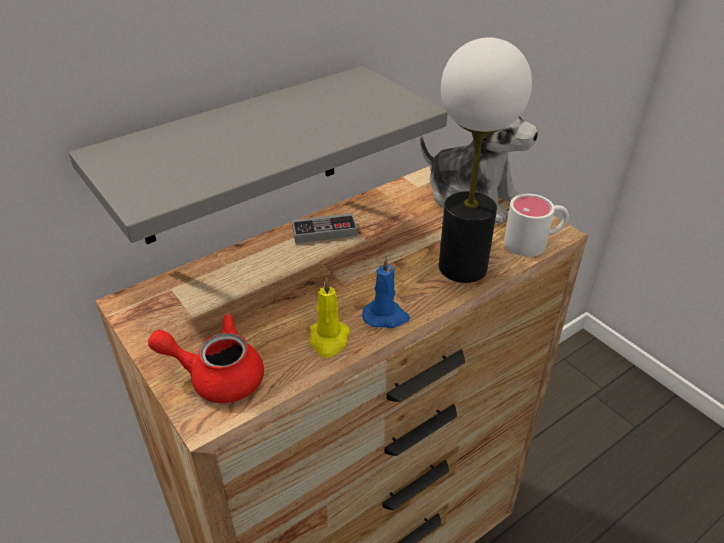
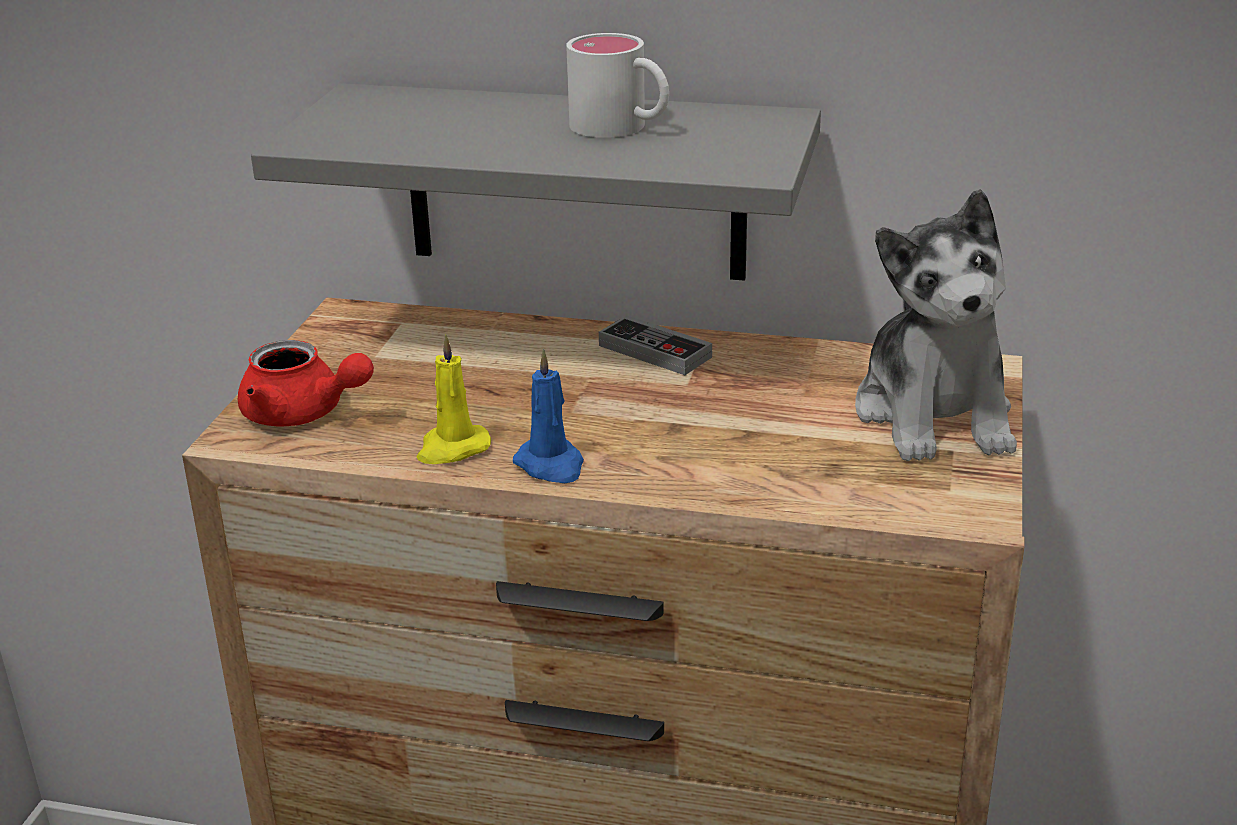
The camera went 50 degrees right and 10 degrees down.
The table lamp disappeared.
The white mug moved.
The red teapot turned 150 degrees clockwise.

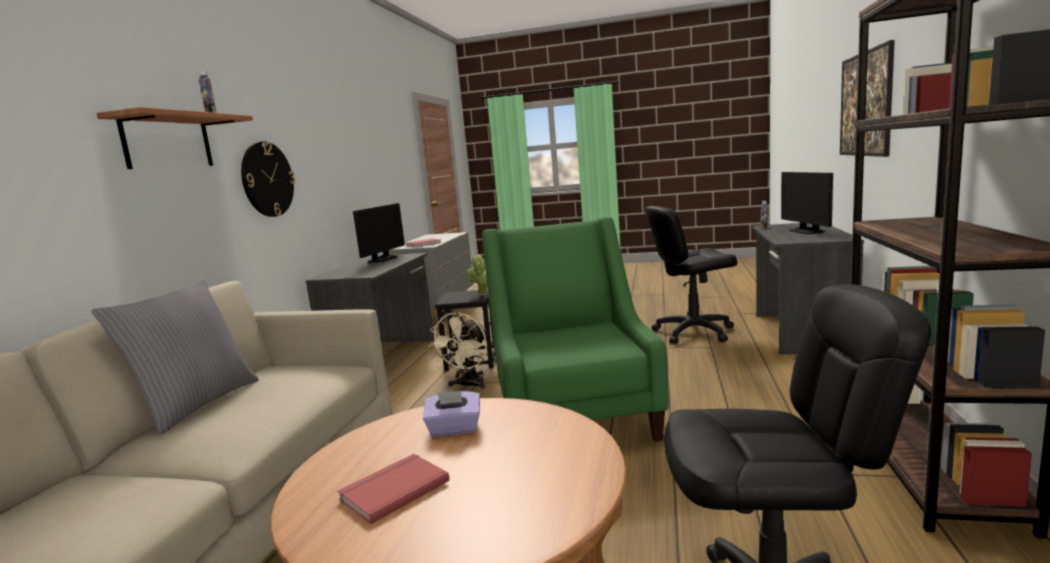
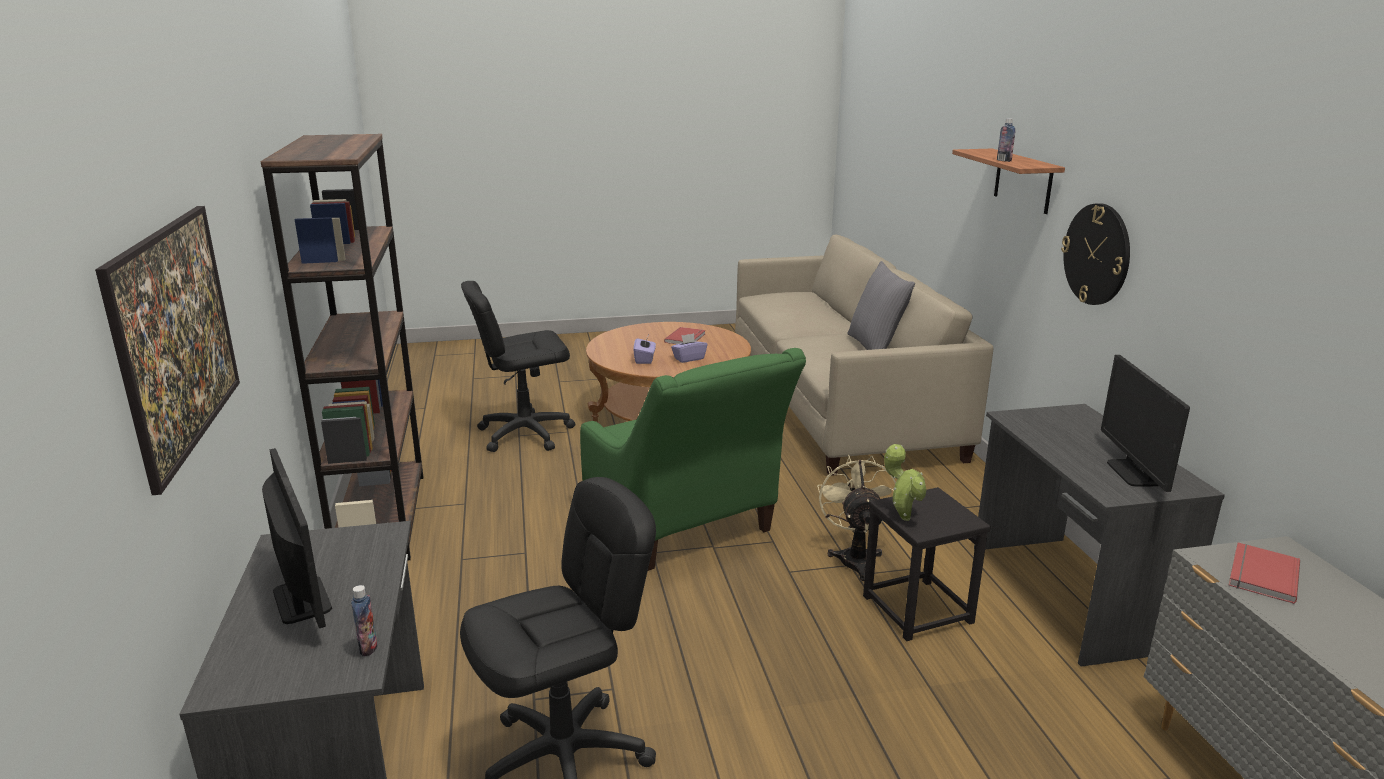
The camera went 155 degrees right and 10 degrees up.
The purple tissue box (1st from left) appeared.

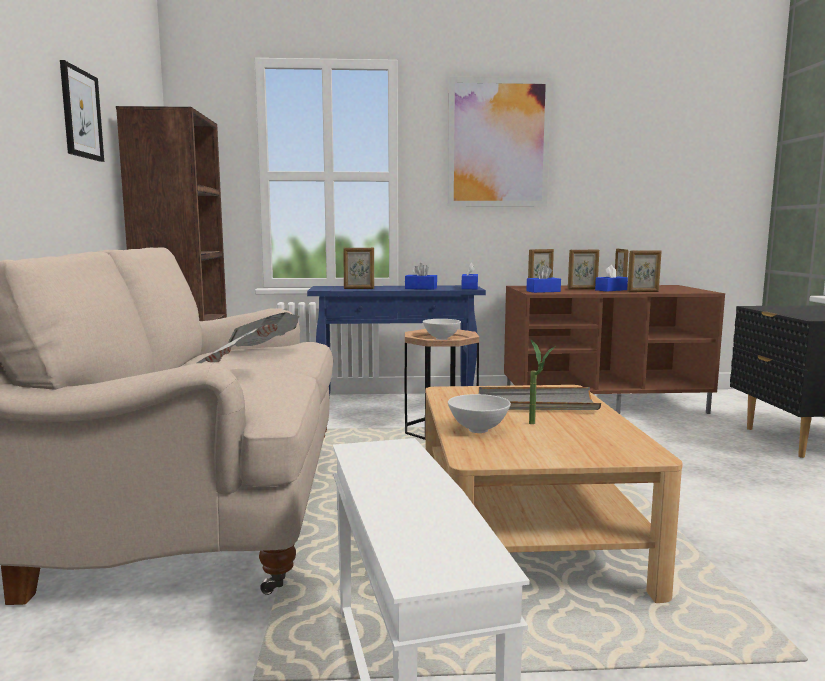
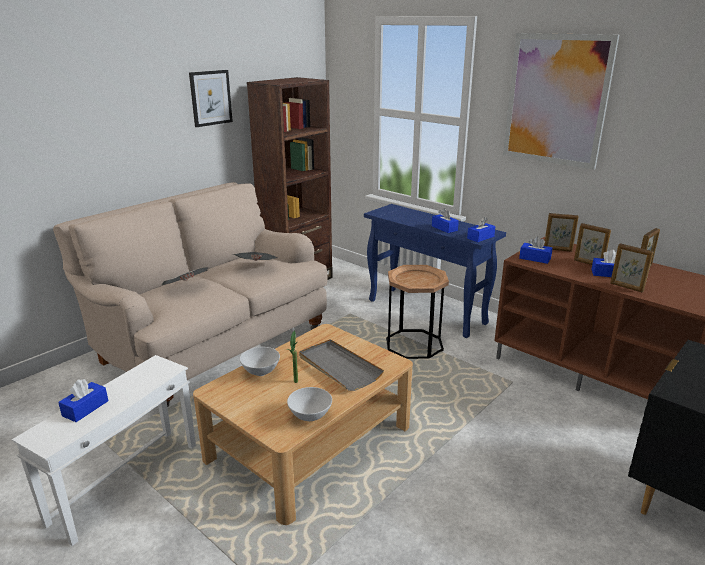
The camera went 45 degrees right and 15 degrees up.
The picture frame (1st from left) disappeared.
The white bowl (1st from left in the first image) moved.
The blue tissue box (1st from left) appeared.

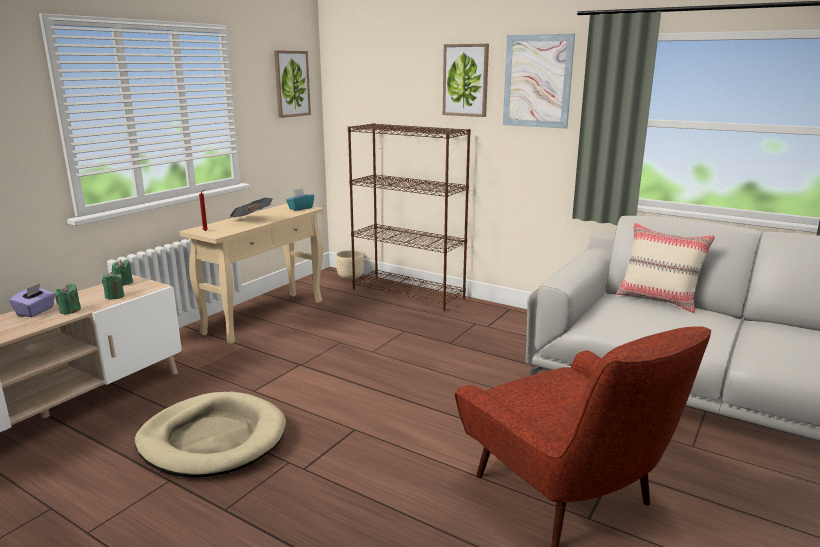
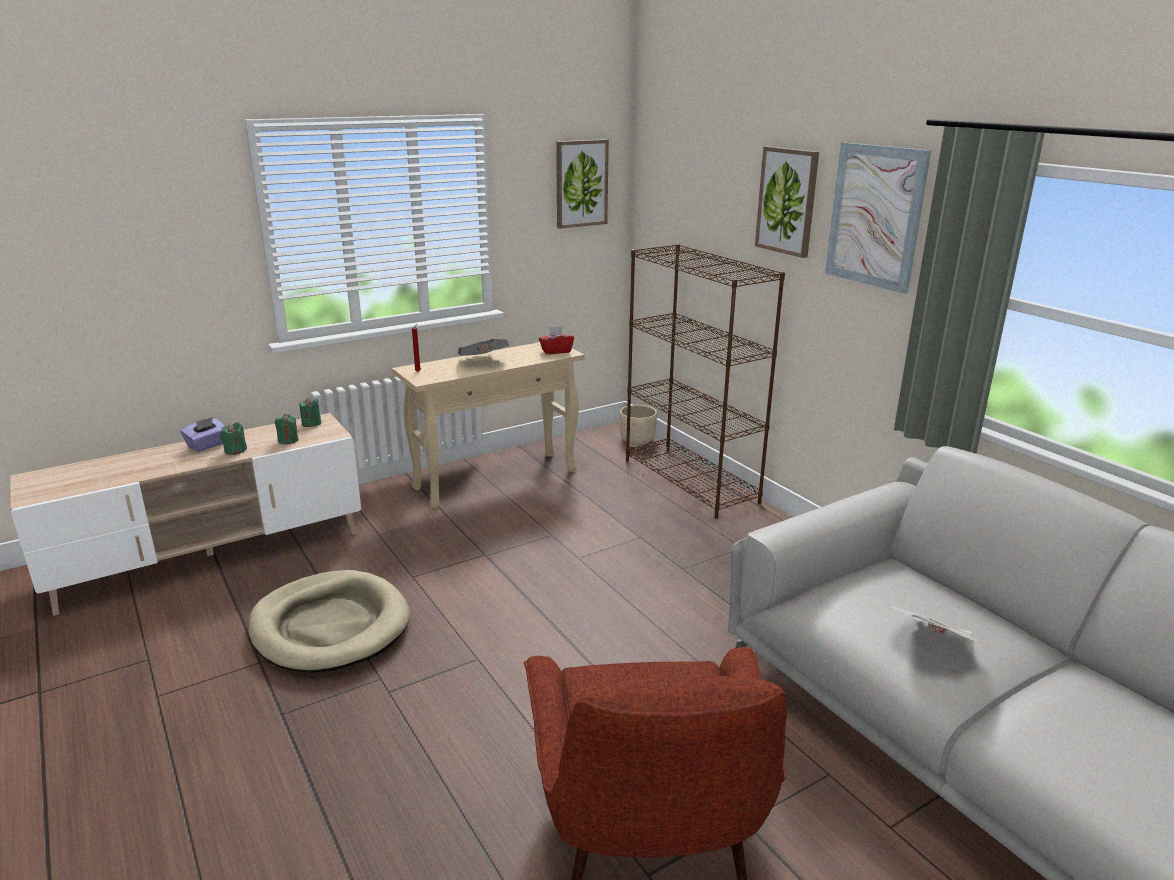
The camera went 25 degrees right and 5 degrees up.
The turquoise tissue box became the red tissue box.
The beige pillow disappeared.
The newspaper (2nd from left) appeared.

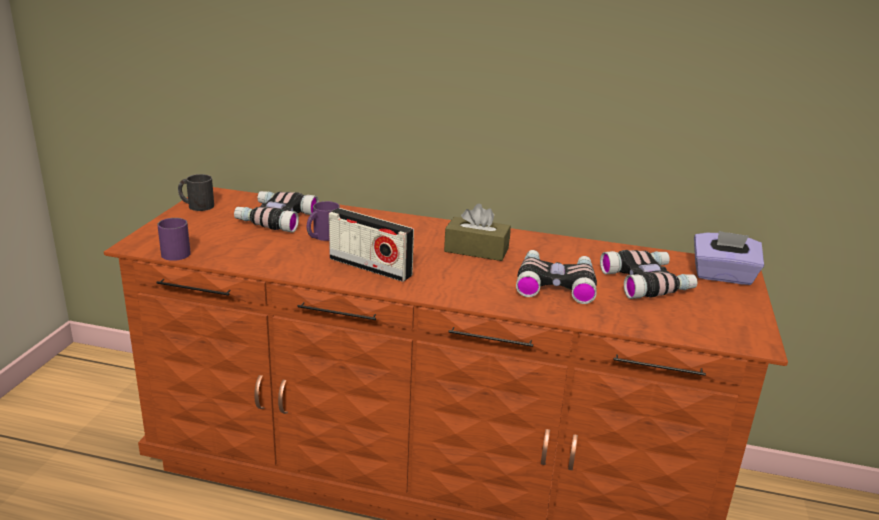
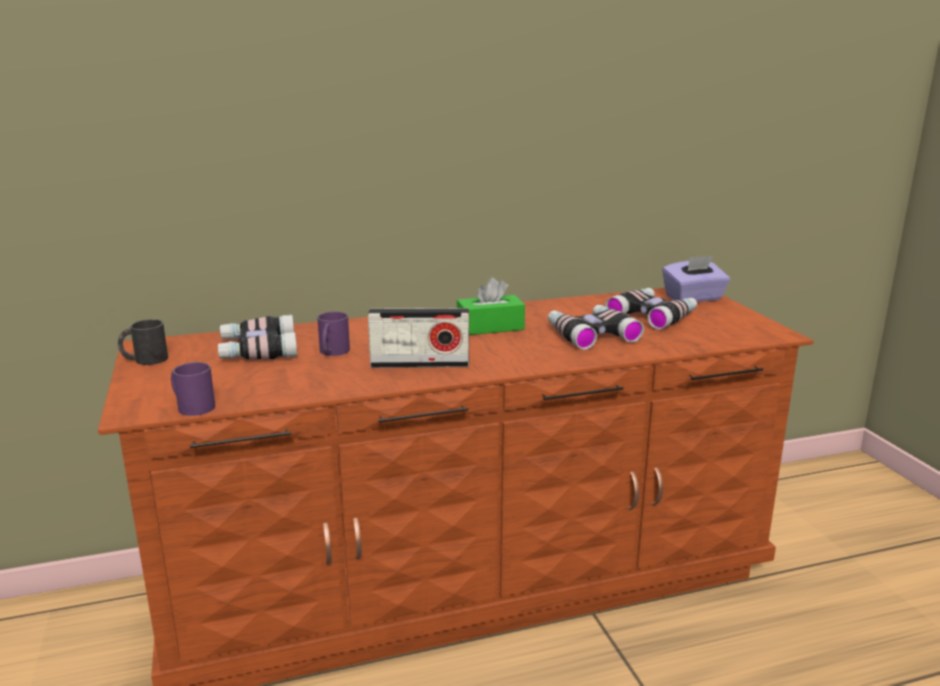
The camera went 30 degrees left and 5 degrees down.
The brown tissue box became the green tissue box.

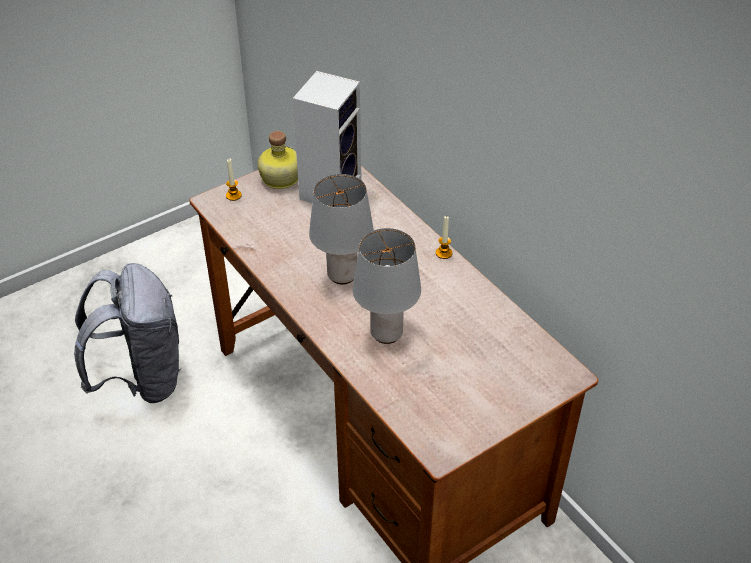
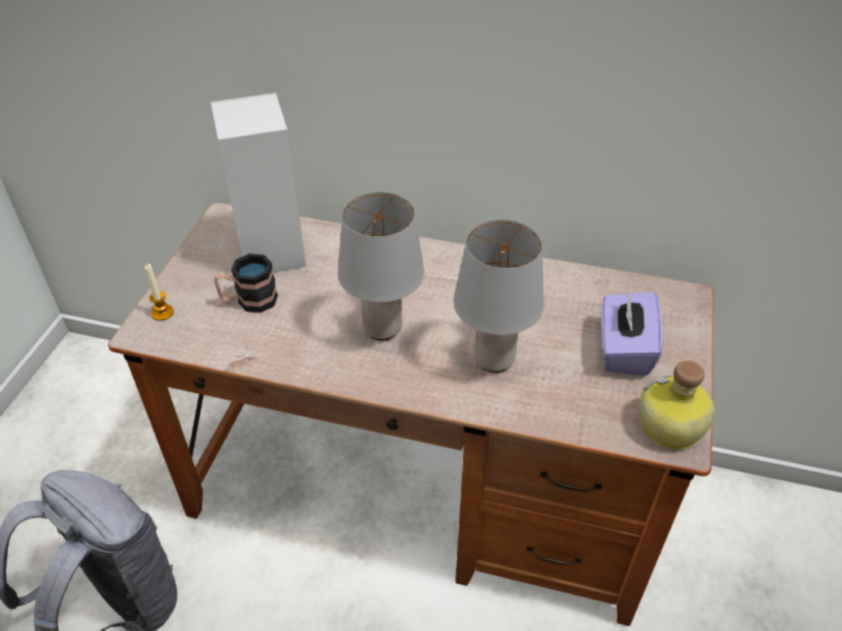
The camera went 40 degrees left and 0 degrees up.
The bottle moved.
The candle (2nd from left) disappeared.
The mug appeared.
The purple tissue box appeared.

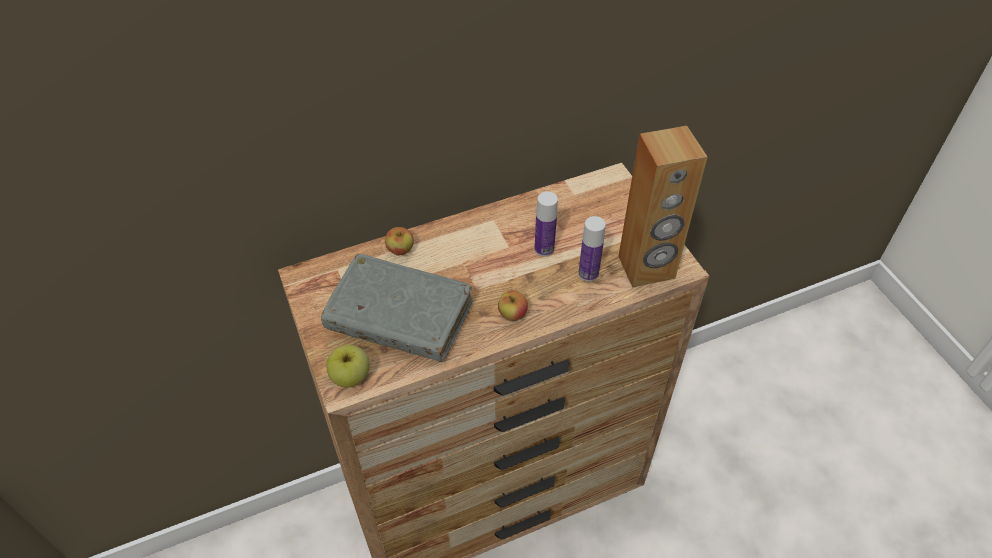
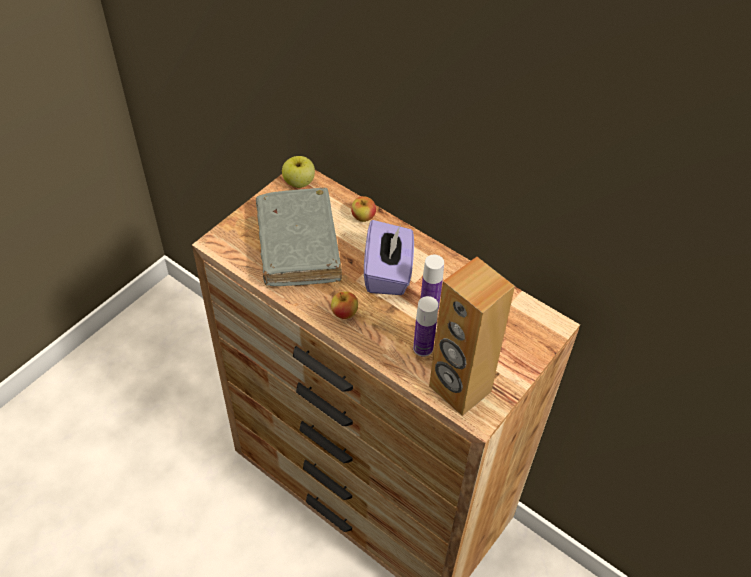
The camera went 60 degrees right and 0 degrees up.
The apple (1st from left) moved.
The purple tissue box appeared.

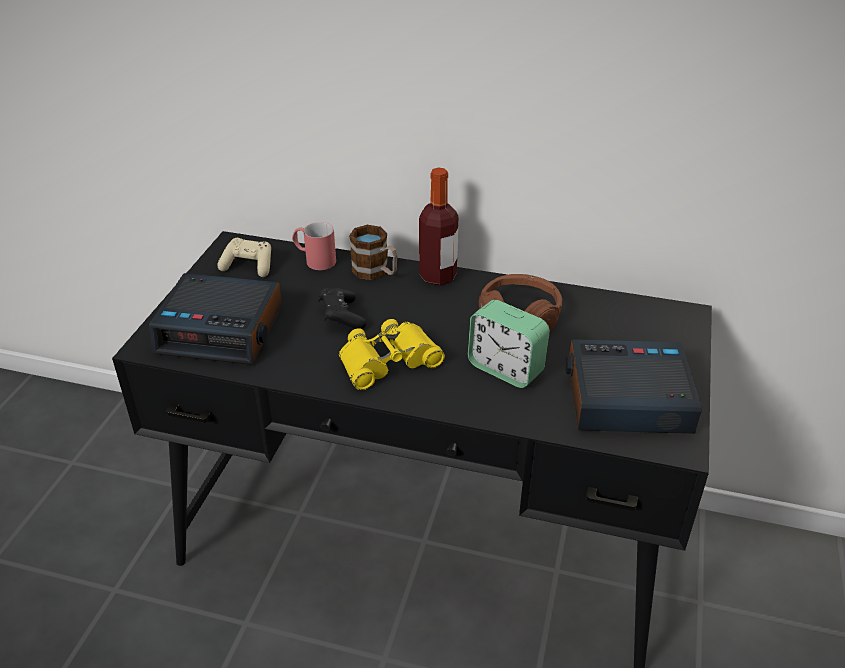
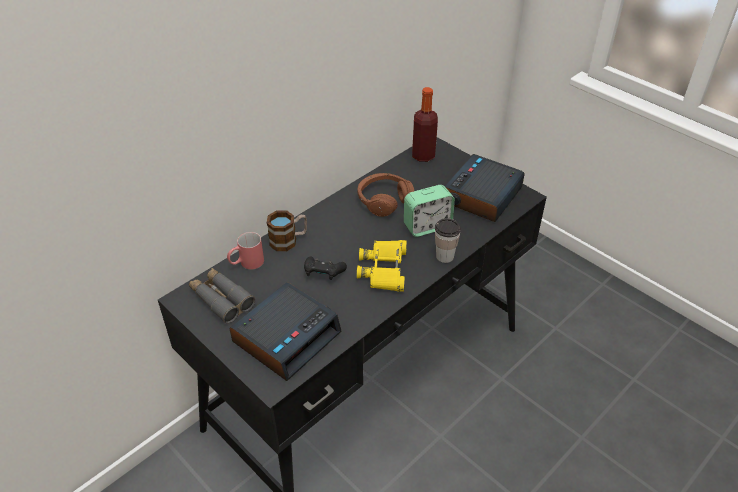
The camera went 60 degrees left and 5 degrees up.
The bottle moved.
The beige game controller was replaced by the grey binoculars.
The cup appeared.

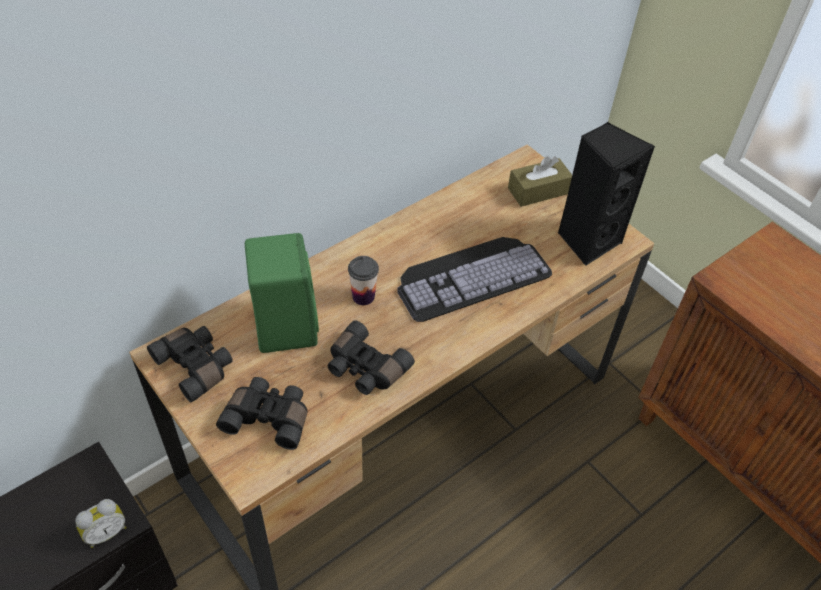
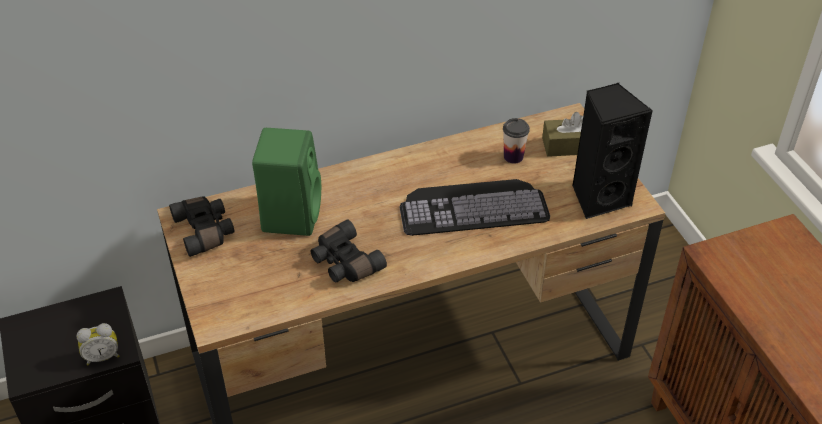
The camera went 20 degrees right and 5 degrees down.
The cup moved.
The black binoculars (2nd from left) disappeared.

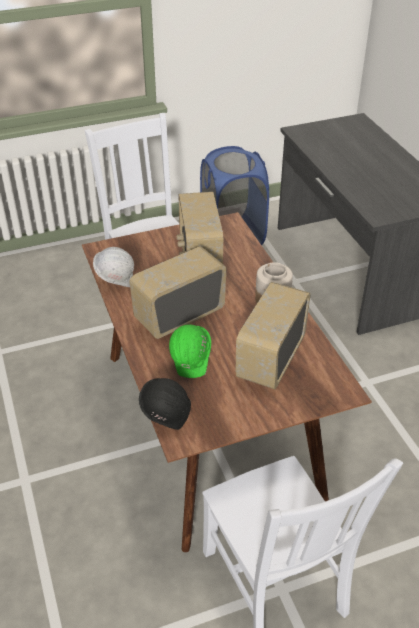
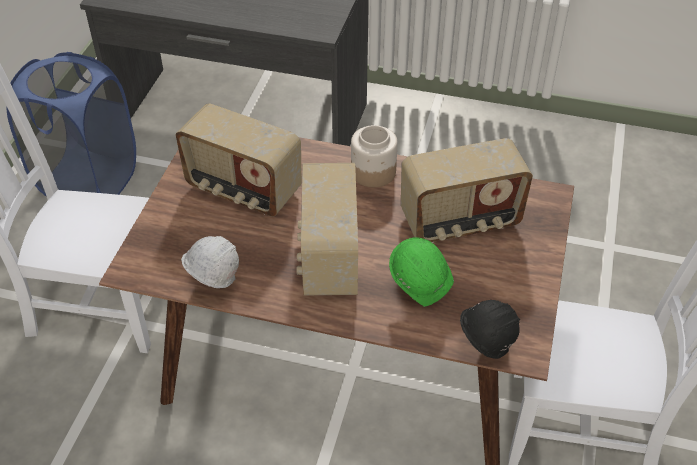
The camera went 55 degrees left and 5 degrees up.
The radio (3rd from left) turned 75 degrees counterclockwise.

